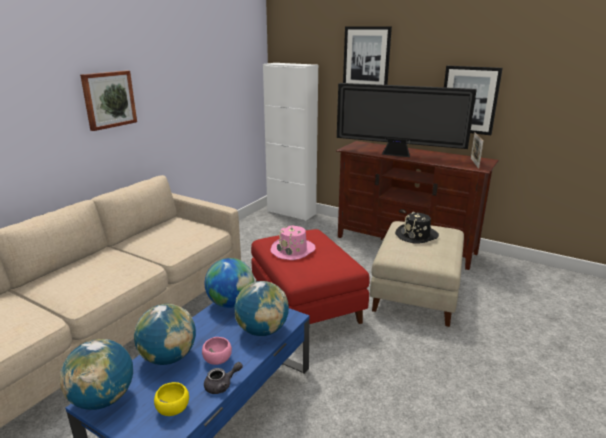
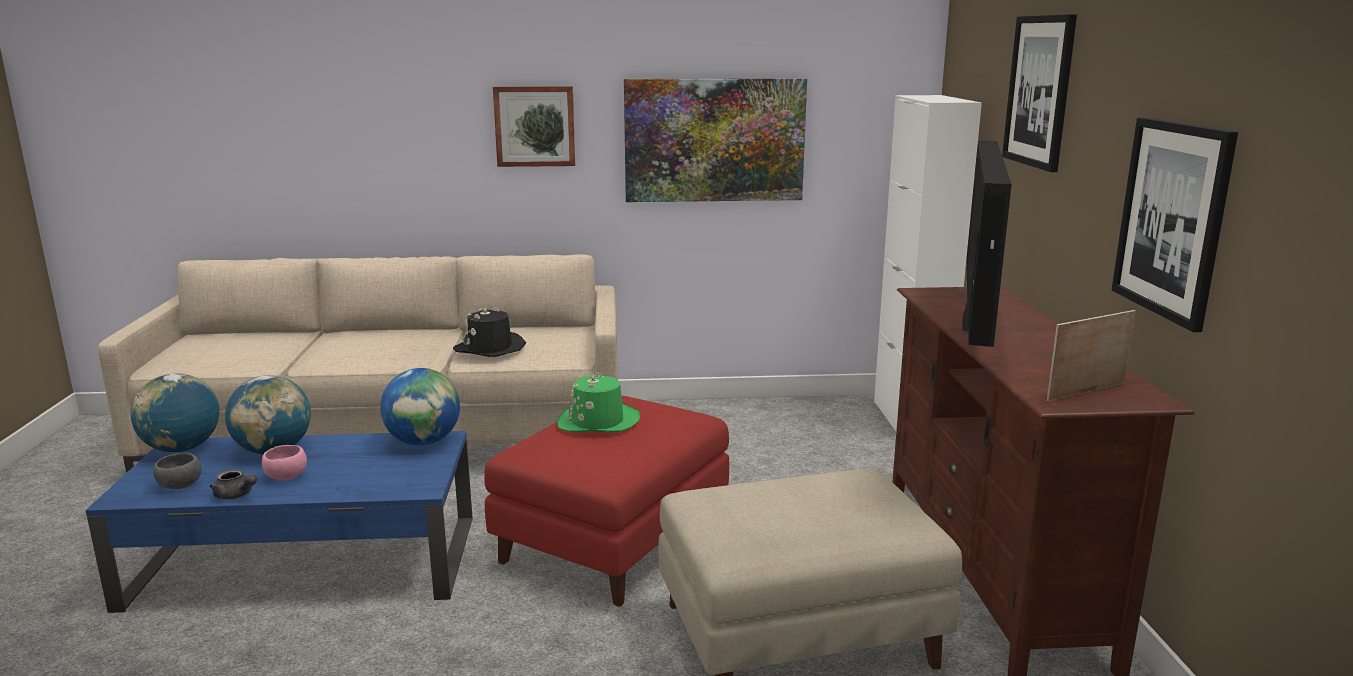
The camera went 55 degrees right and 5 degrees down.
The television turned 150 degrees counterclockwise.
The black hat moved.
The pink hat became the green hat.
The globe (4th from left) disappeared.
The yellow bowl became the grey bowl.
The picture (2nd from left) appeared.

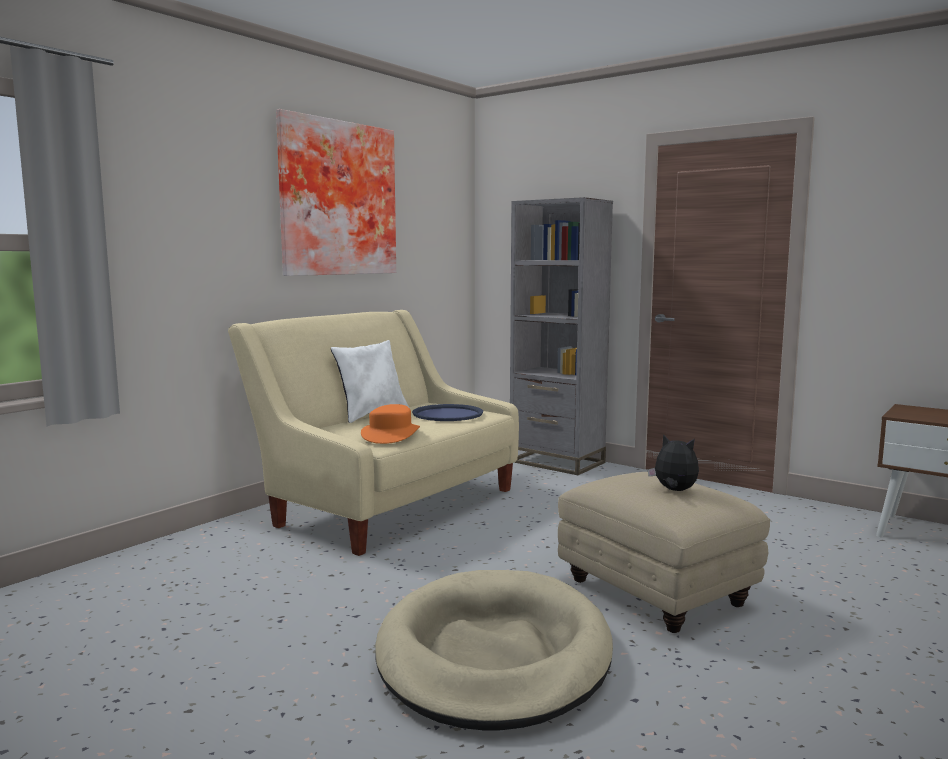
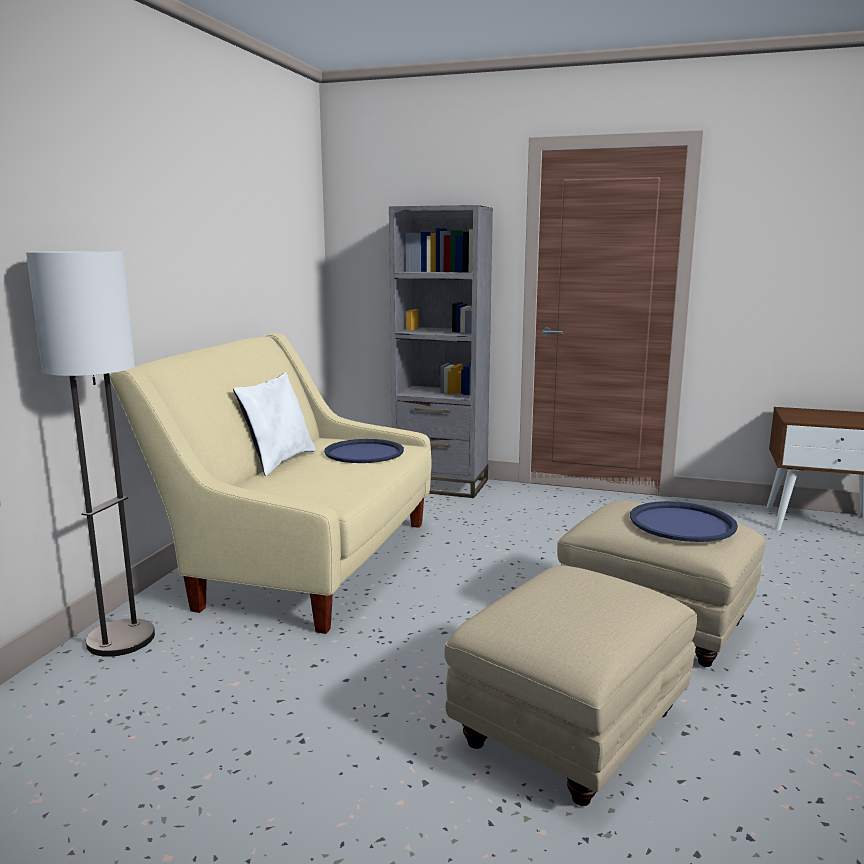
The camera went 20 degrees left and 5 degrees up.
The picture disappeared.
The orange hat disappeared.
The plush toy was replaced by the blue tray (2nd from left).
The beige dog bed was replaced by the beige ottoman (1st from left).
The floor lamp appeared.

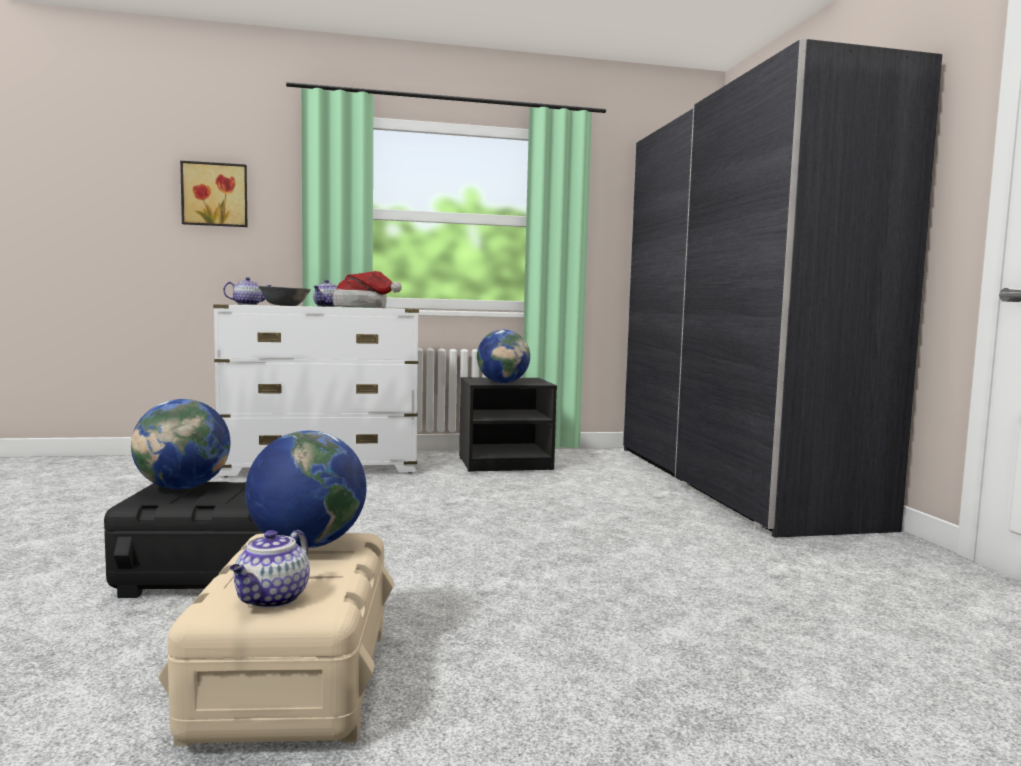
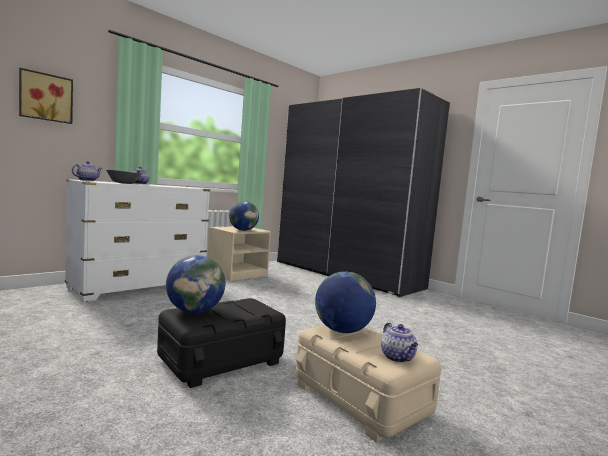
The camera went 35 degrees left and 0 degrees up.
The hat disappeared.
The black nightstand became the beige nightstand.

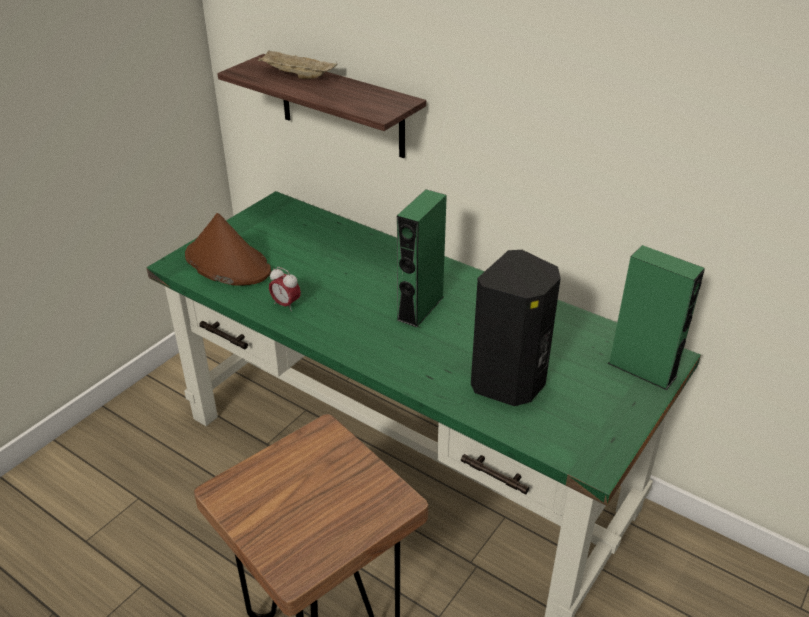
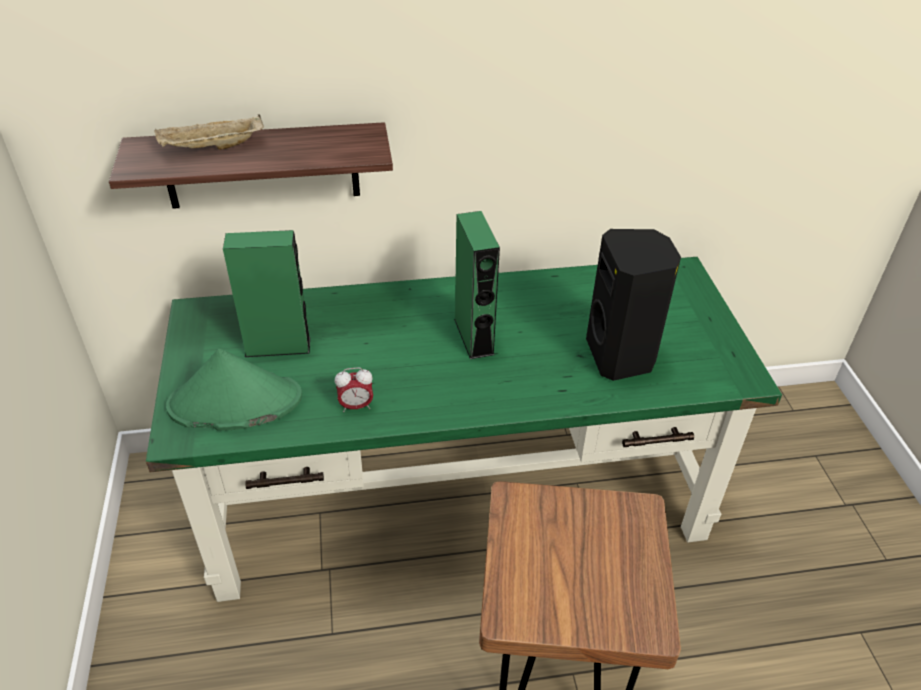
The camera went 45 degrees left and 5 degrees up.
The brown hat became the green hat.
The green speaker (2nd from left in the first image) moved.

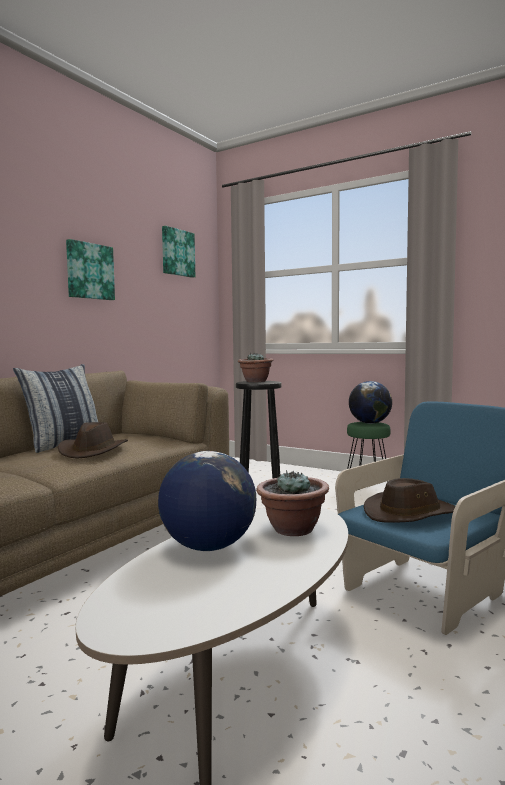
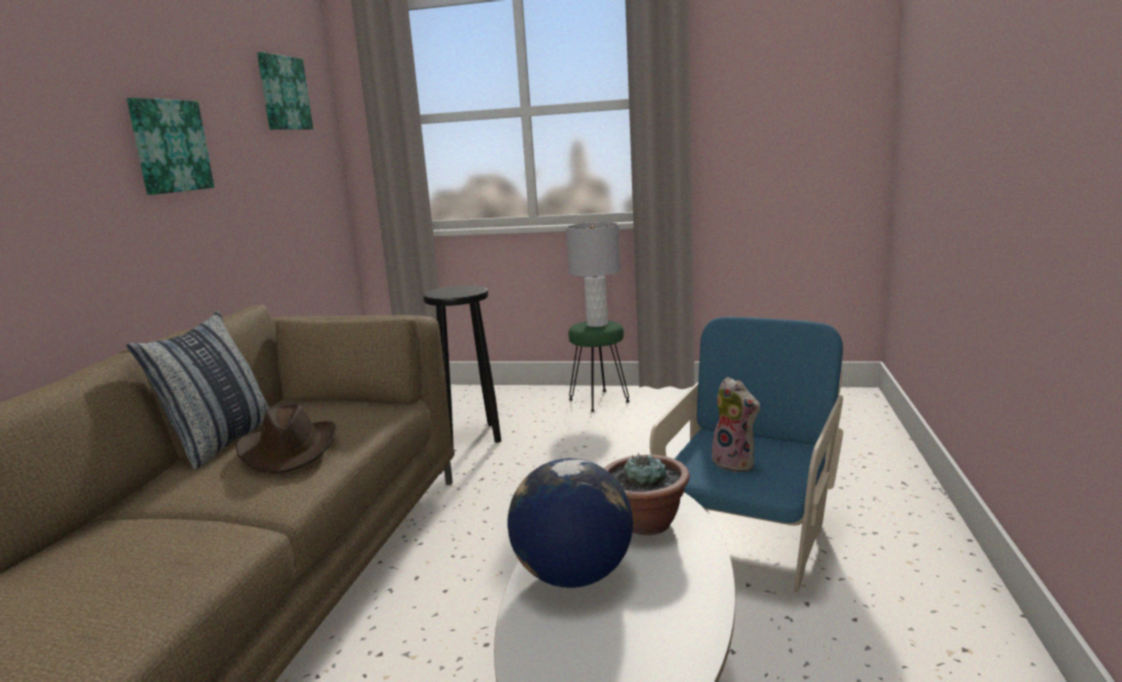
The camera went 20 degrees left and 10 degrees up.
The potted plant (1st from left) disappeared.
The globe (2nd from left) was replaced by the grey table lamp.
The brown hat (2nd from left) was replaced by the plush toy.

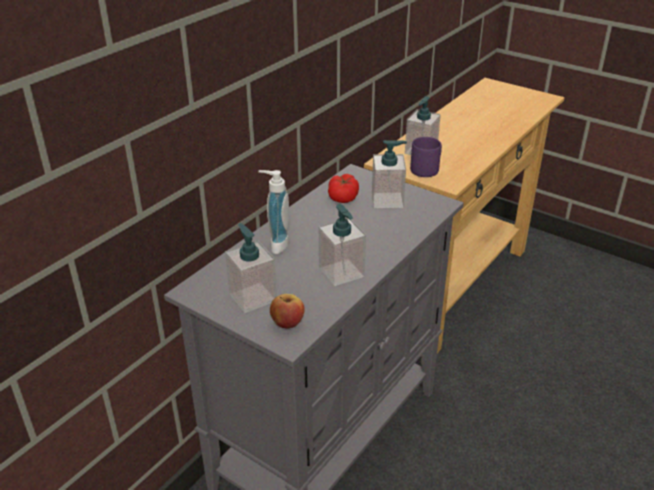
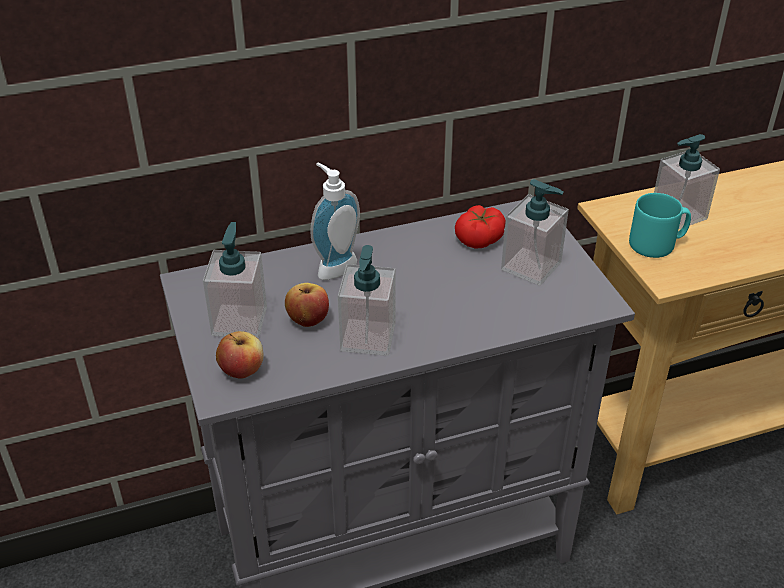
The camera went 35 degrees right and 5 degrees up.
The purple mug became the turquoise mug.
The apple (2nd from left) appeared.

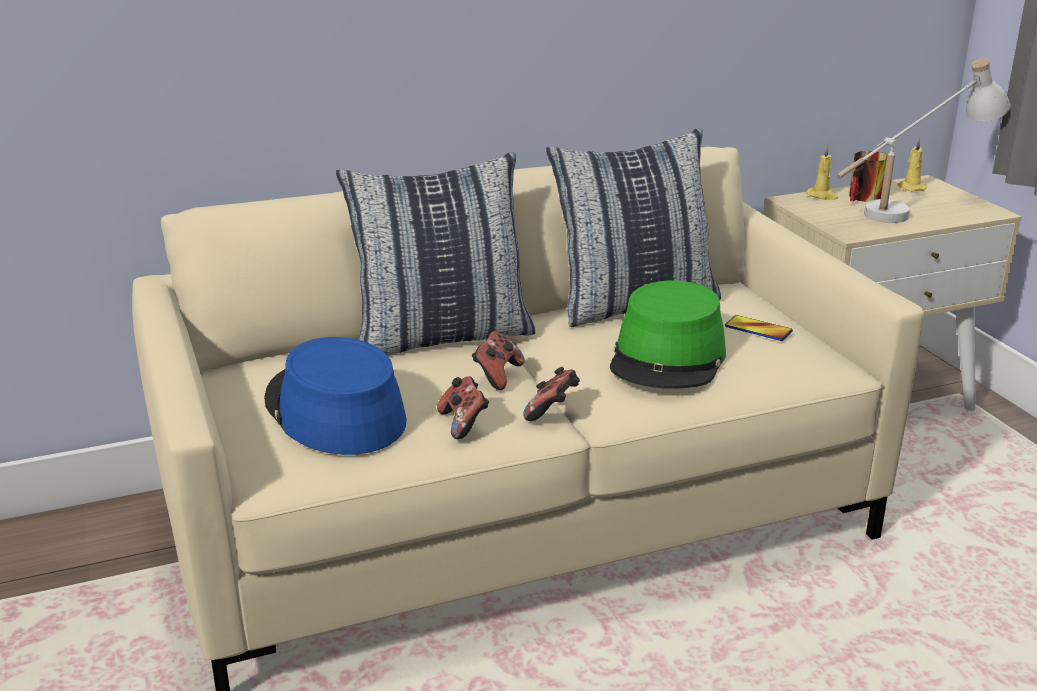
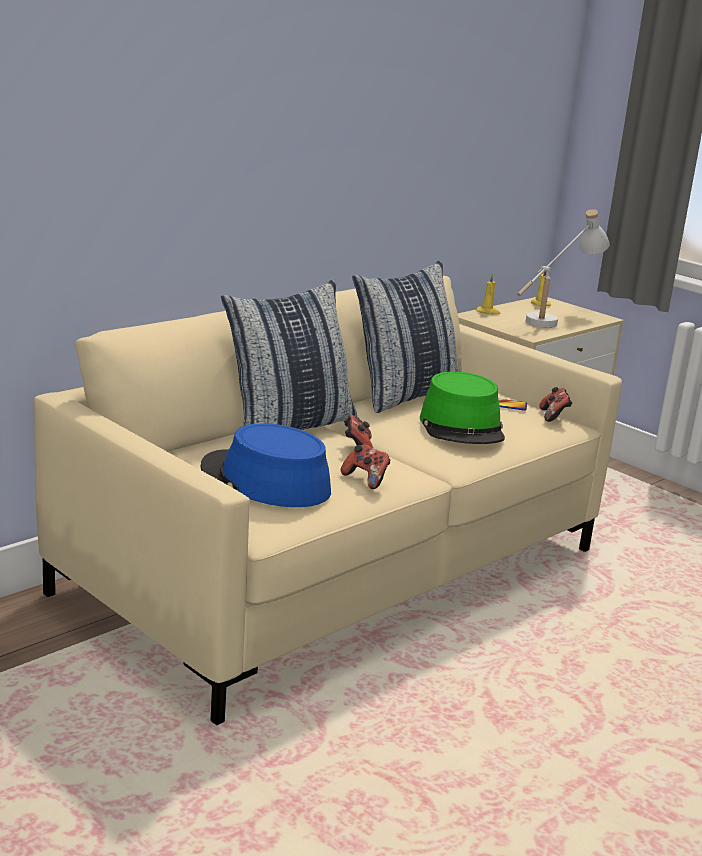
The camera went 25 degrees left and 5 degrees down.
The mug disappeared.
The game controller (3rd from left) moved.

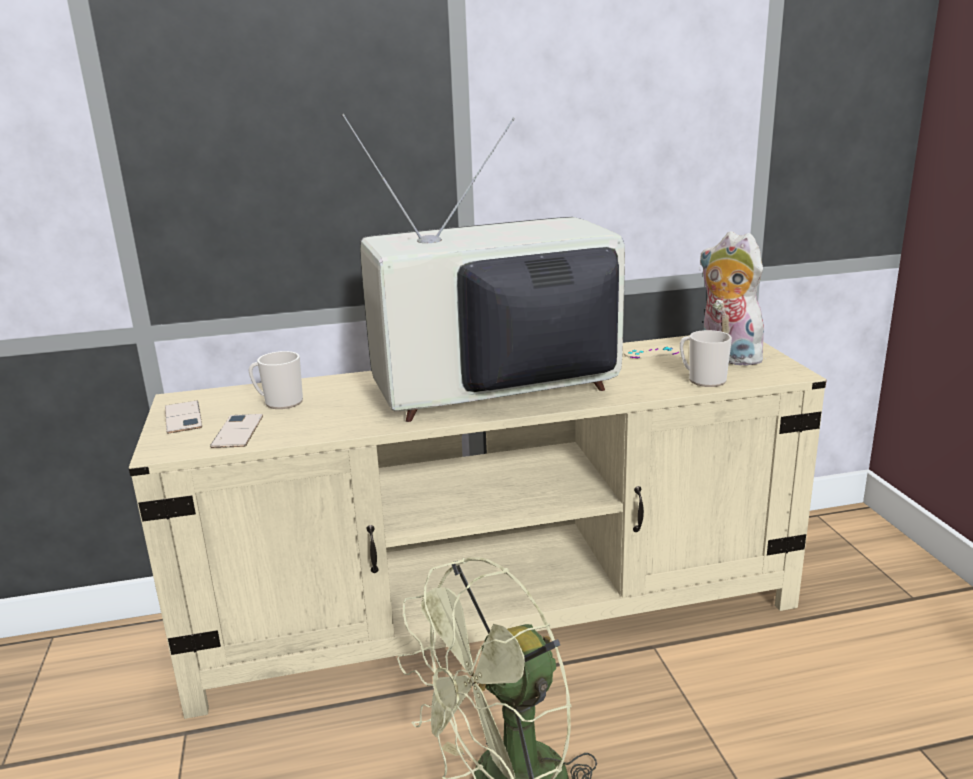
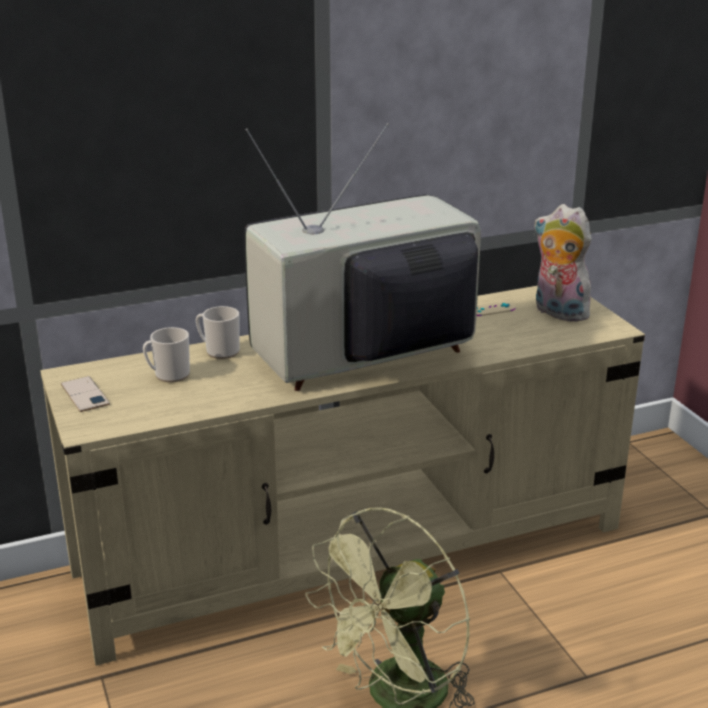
The camera went 10 degrees left and 5 degrees up.
The mug (2nd from left) moved.
The phone (2nd from left) disappeared.

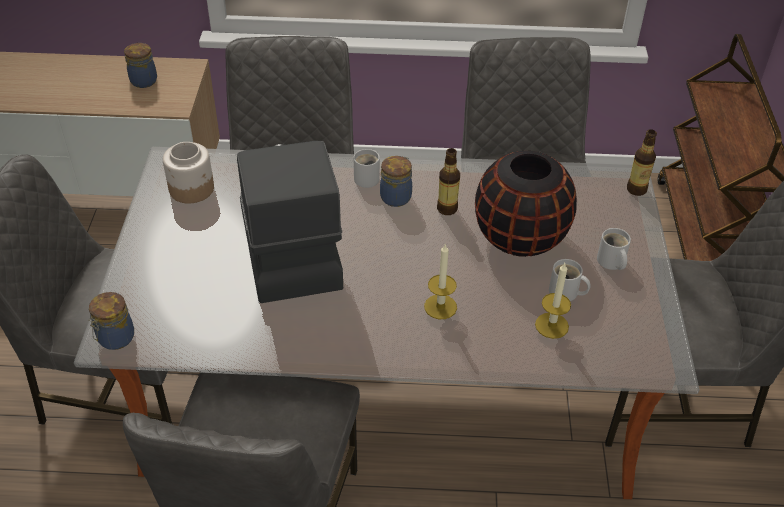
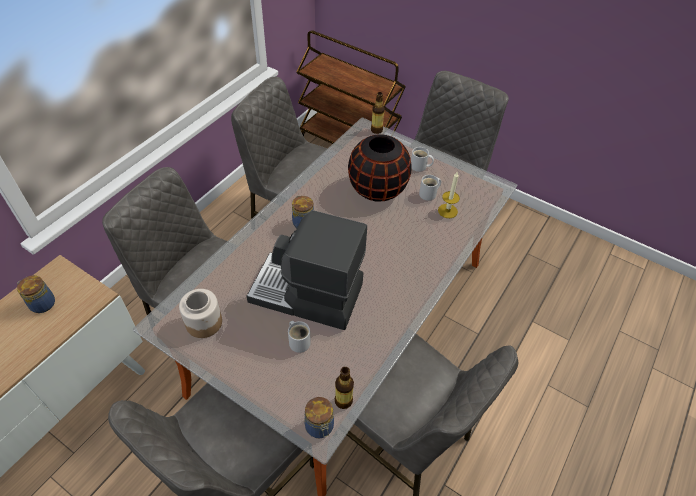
The camera went 60 degrees left and 5 degrees up.
The bottle (1st from left) moved.
The white mug (1st from left) moved.
The candle (1st from left) disappeared.

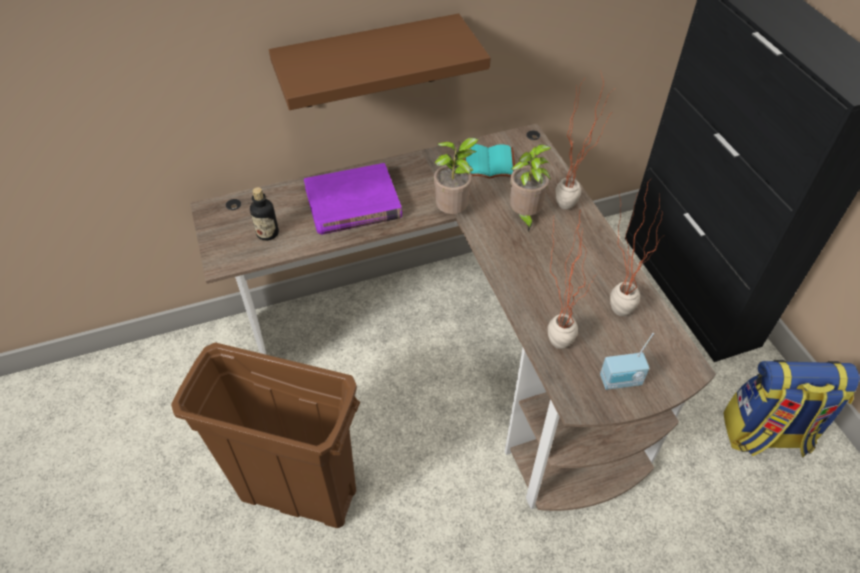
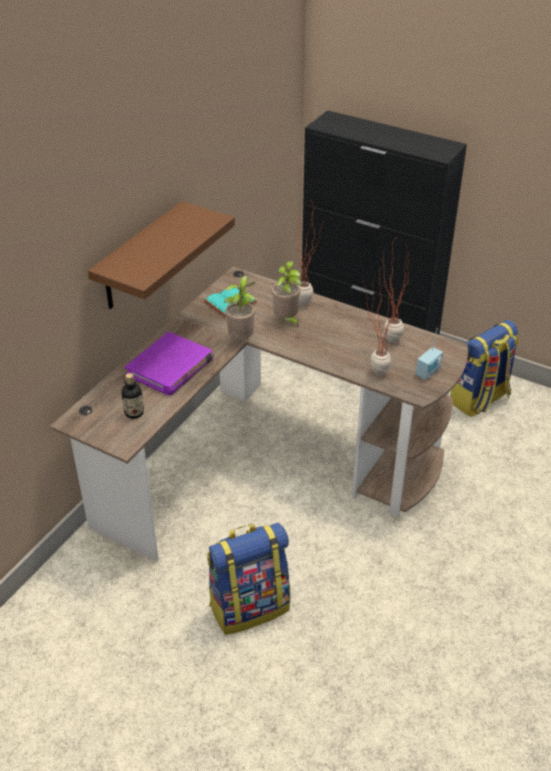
The camera went 40 degrees left and 10 degrees down.
The brown trash can was replaced by the backpack (1st from left).

